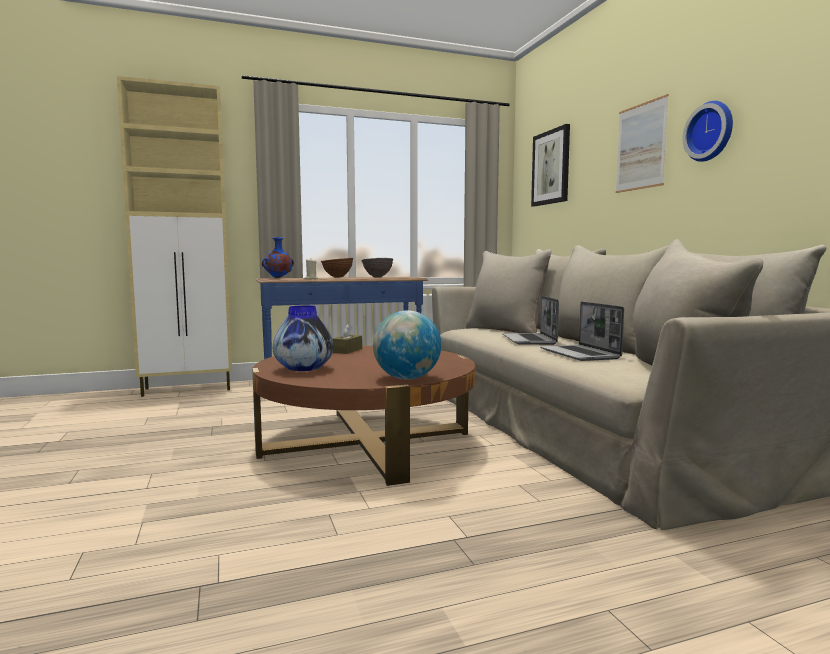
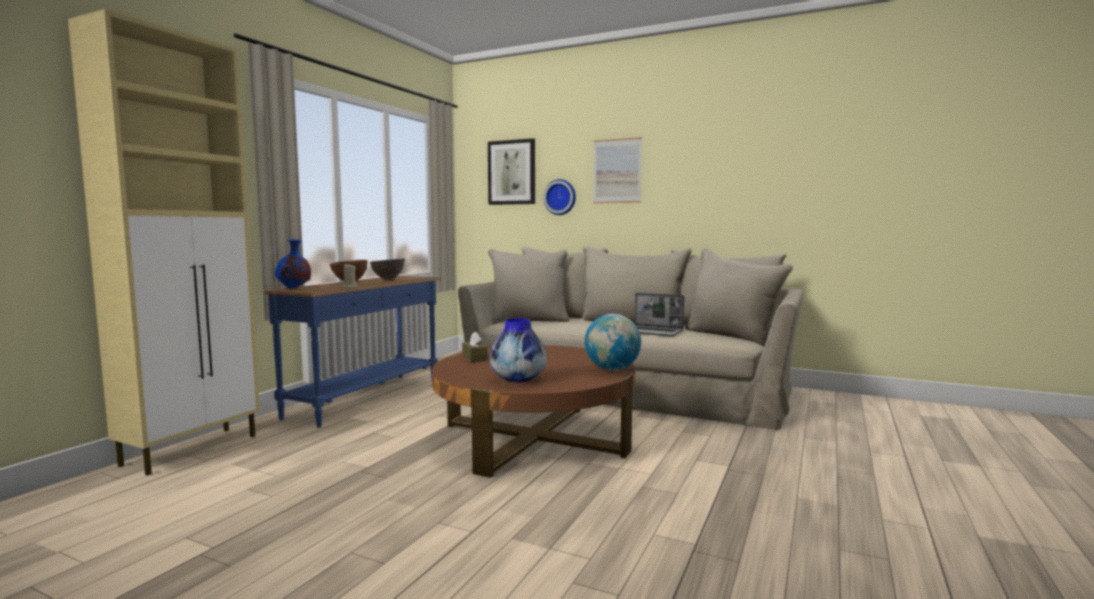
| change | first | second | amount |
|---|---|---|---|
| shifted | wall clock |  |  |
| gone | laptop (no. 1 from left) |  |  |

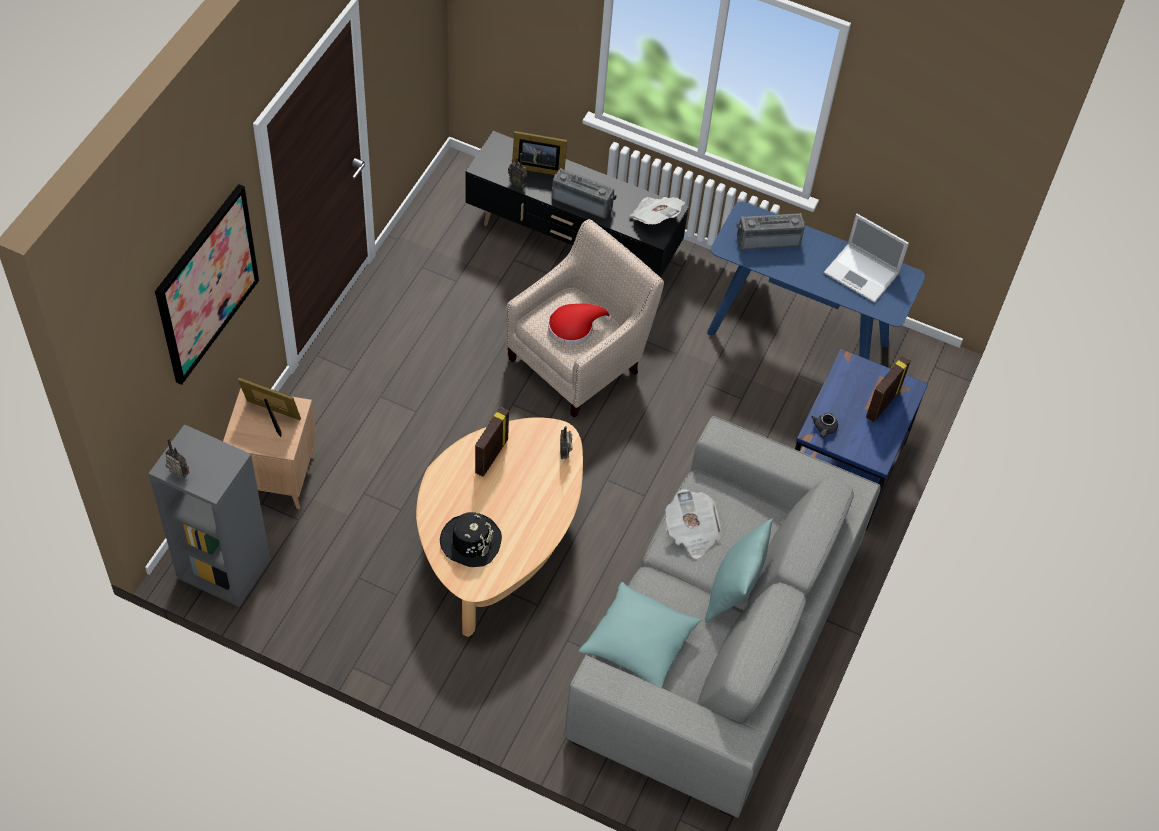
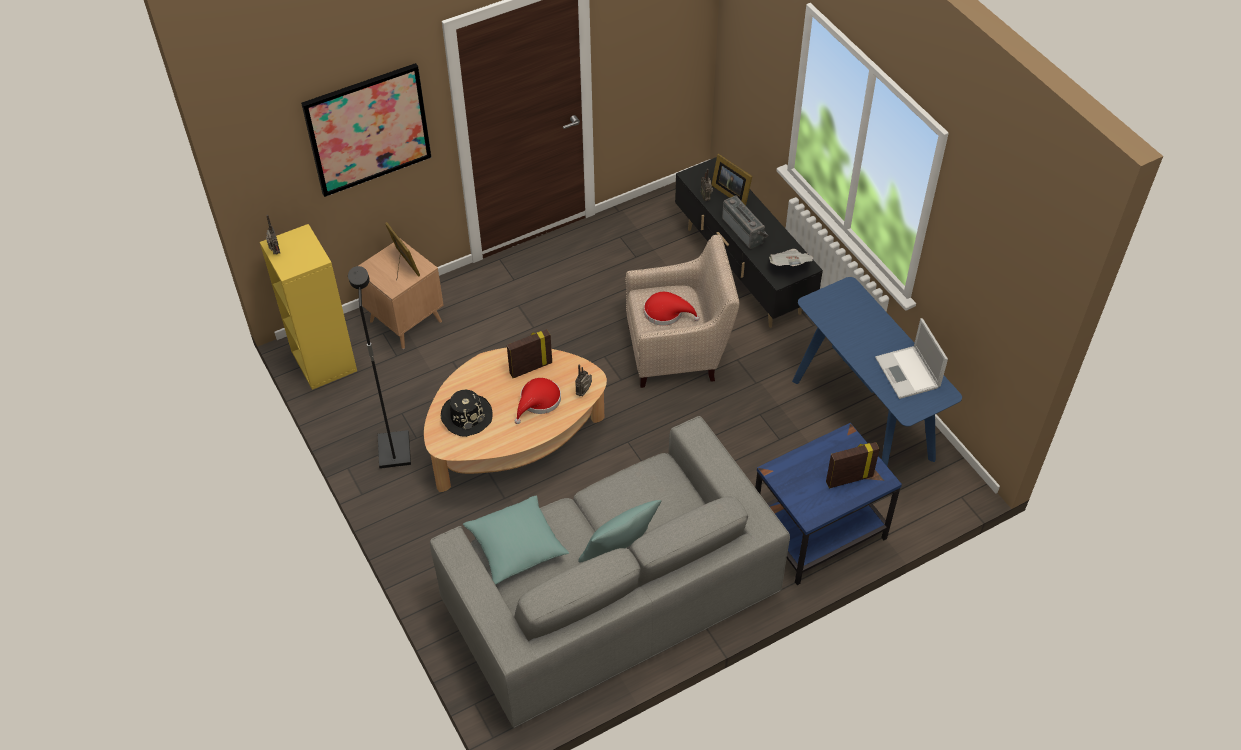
| change | first | second | amount |
|---|---|---|---|
| repainted | grey bookcase | yellow bookcase |  |
| new |  | black floor lamp |  |
| new |  | red hat (no. 1 from left) |  |
| gone | newspaper (no. 2 from left) |  |  |
| gone | radio (no. 5 from left) |  |  |
| gone | grey teapot |  |  |

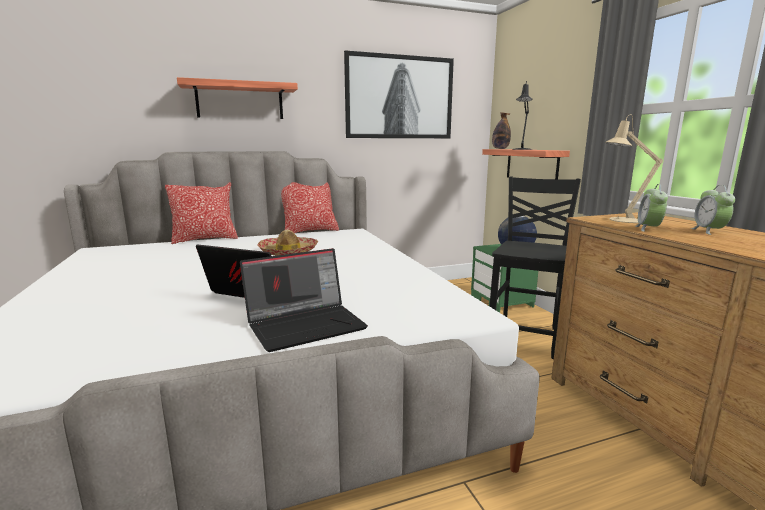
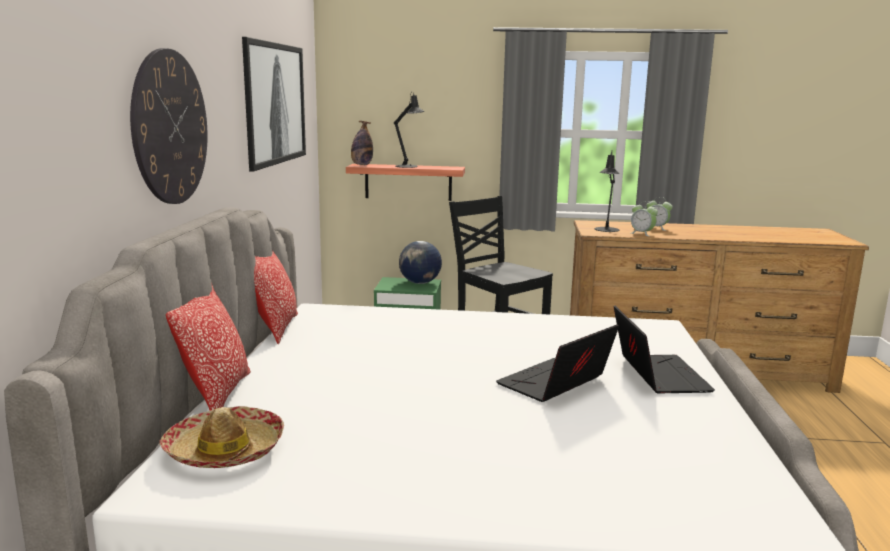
| change | first | second | amount |
|---|---|---|---|
| swapped | shelf (no. 1 from left) | wall clock |  |
| shifted | hat |  |  |
| repainted | beige table lamp | black table lamp (no. 2 from left) |  |

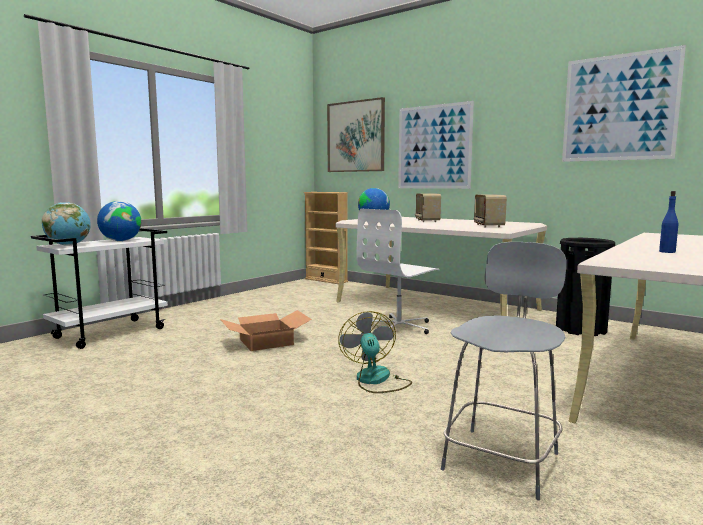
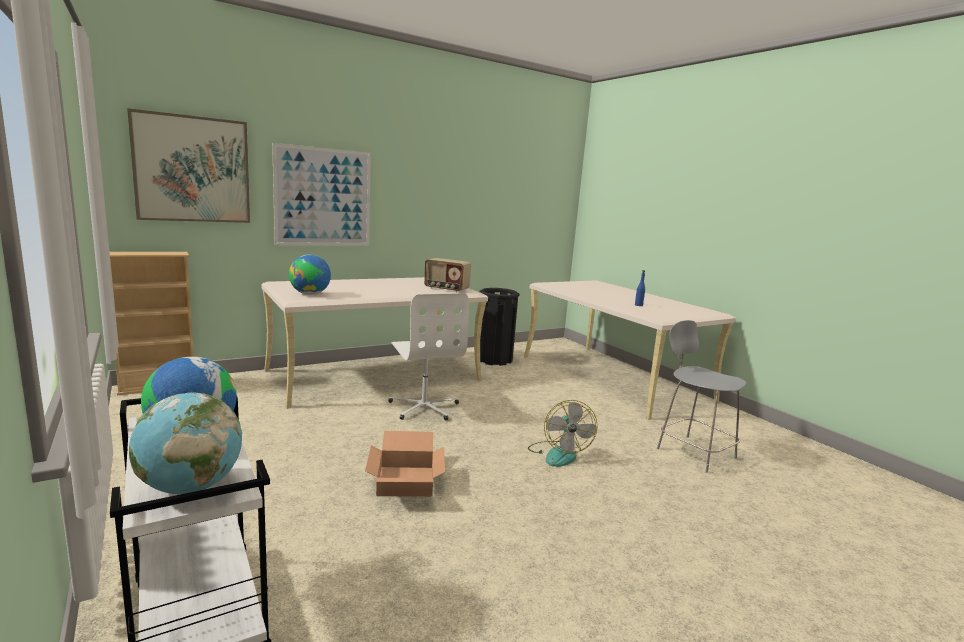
| change | first | second | amount |
|---|---|---|---|
| rotated | fan |  | 105 degrees counterclockwise |
| gone | radio (no. 1 from left) |  |  |
| gone | picture (no. 3 from left) |  |  |

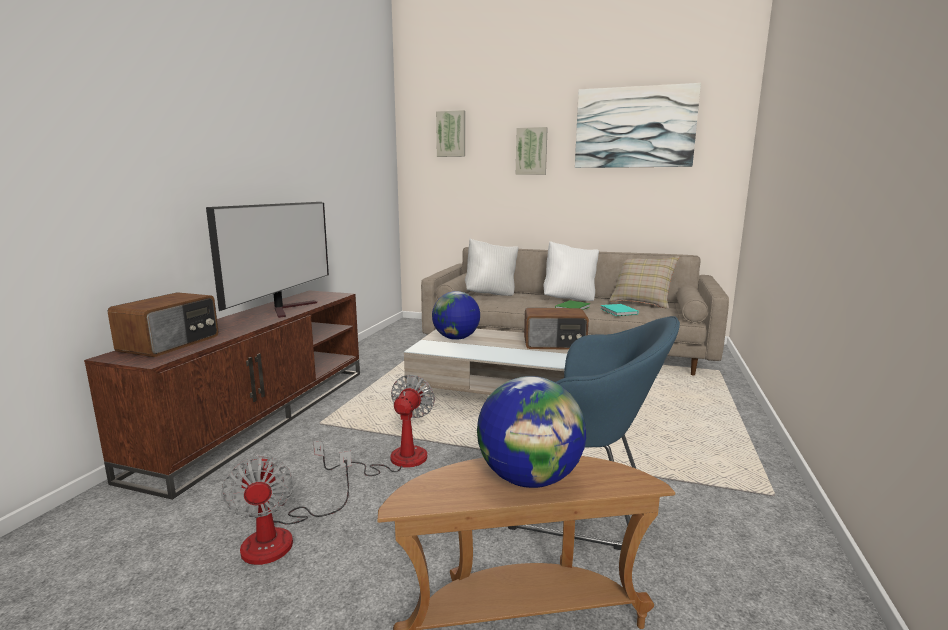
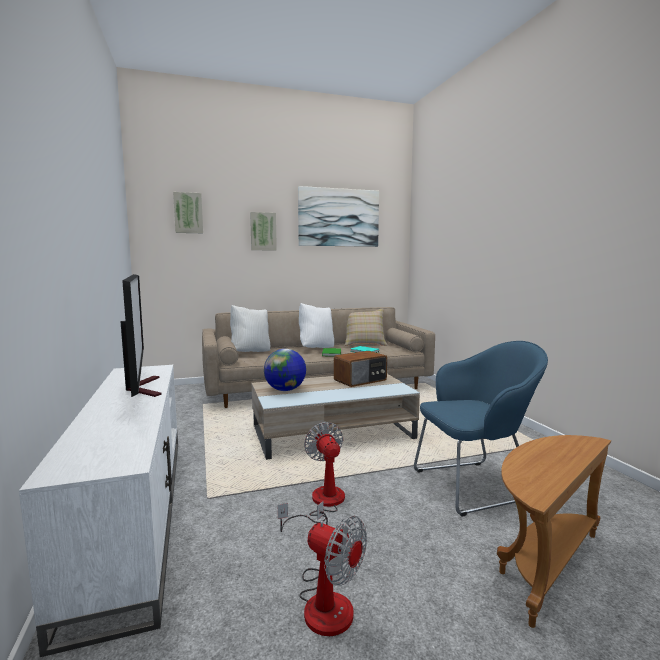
| change | first | second | amount |
|---|---|---|---|
| repainted | brown tv stand | white tv stand |  |
| gone | radio (no. 1 from left) |  |  |
| gone | globe (no. 2 from left) |  |  |

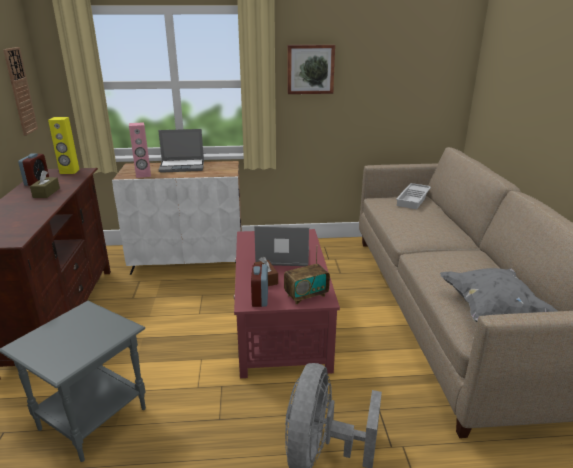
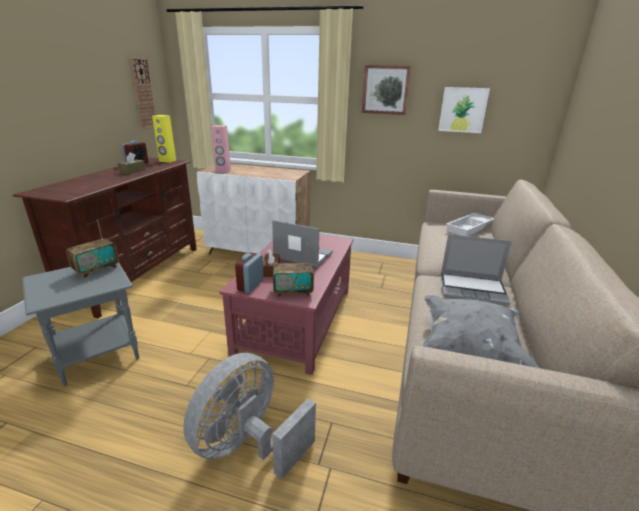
| change | first | second | amount |
|---|---|---|---|
| new |  | radio (no. 1 from left) |  |
| new |  | picture (no. 2 from left) |  |
| shifted | laptop (no. 1 from left in the first image) | laptop (no. 2 from left) |  |

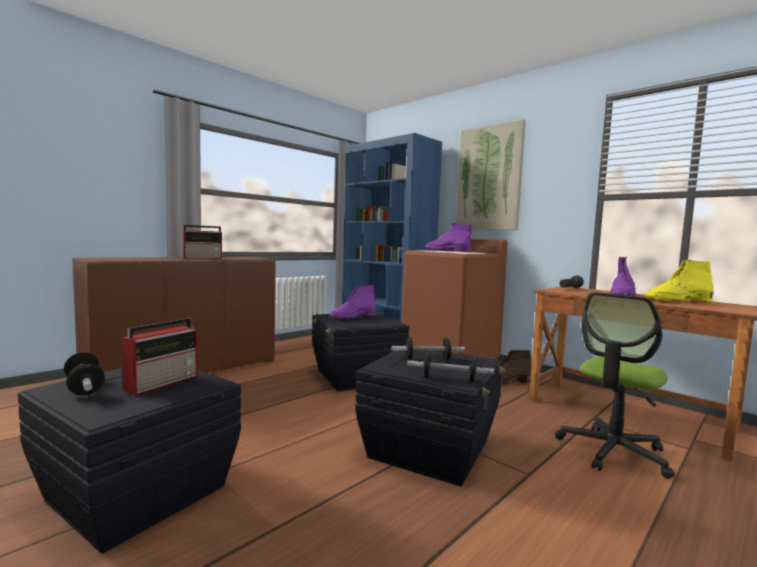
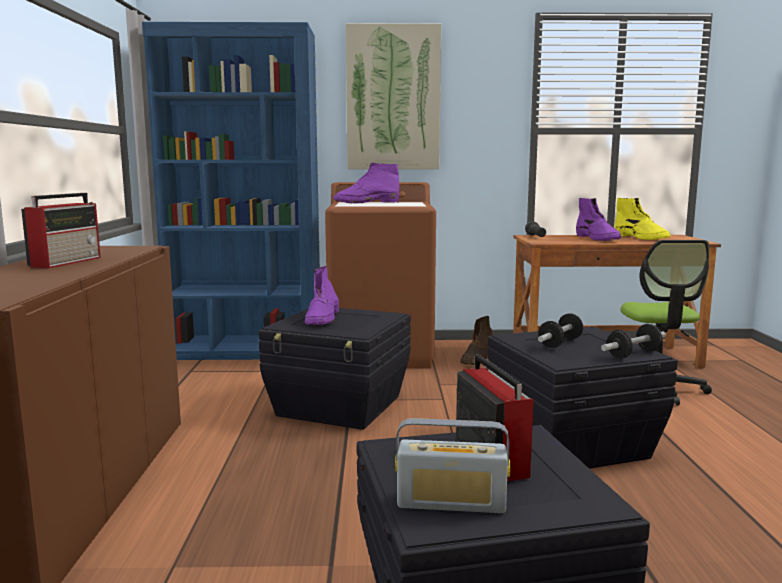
| change | first | second | amount |
|---|---|---|---|
| swapped | dumbbell (no. 1 from left) | radio (no. 2 from left) |  |
| rotated | yellow boot |  | 60 degrees counterclockwise |

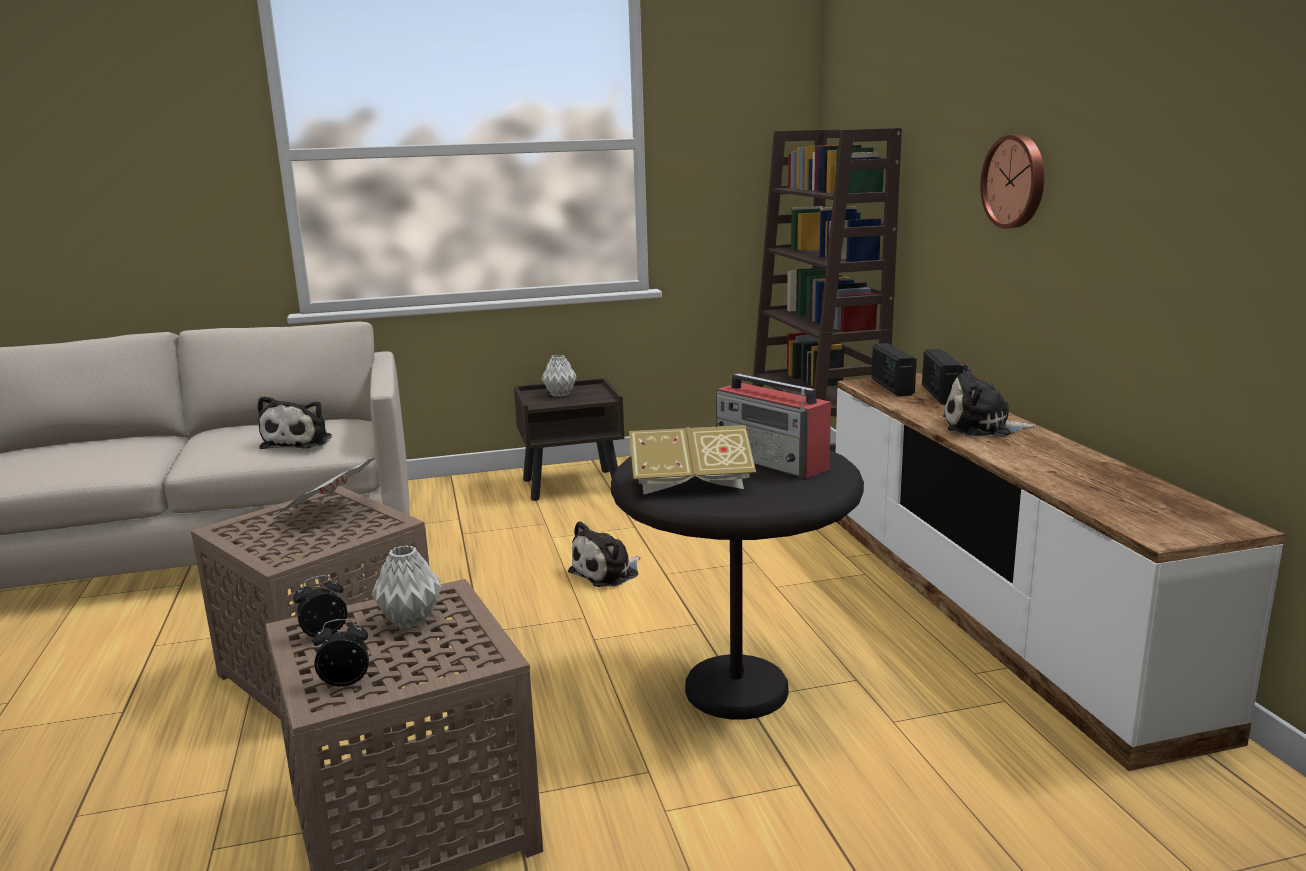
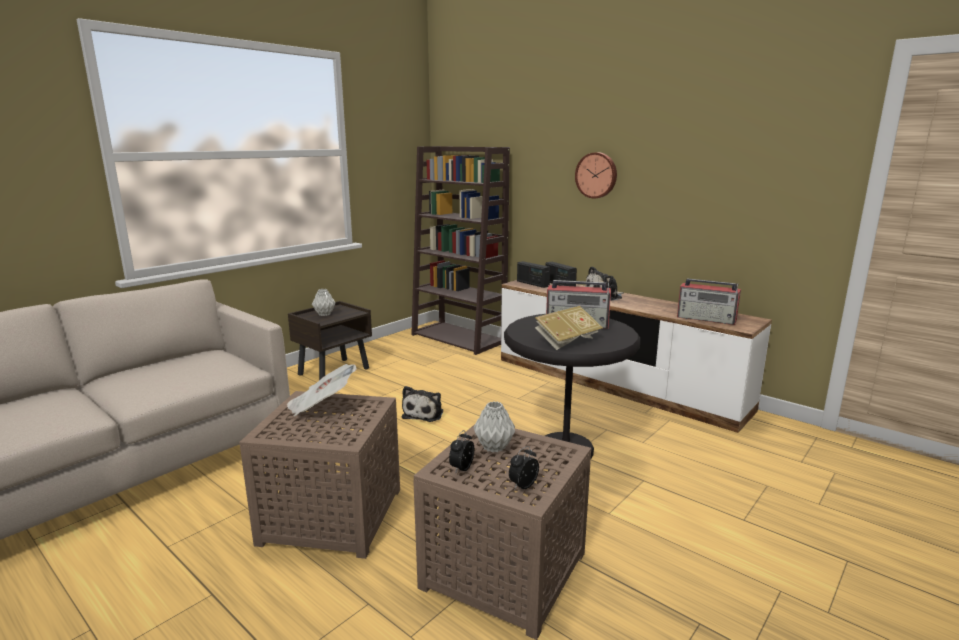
| change | first | second | amount |
|---|---|---|---|
| new |  | radio (no. 4 from left) |  |
| gone | plush toy (no. 1 from left) |  |  |

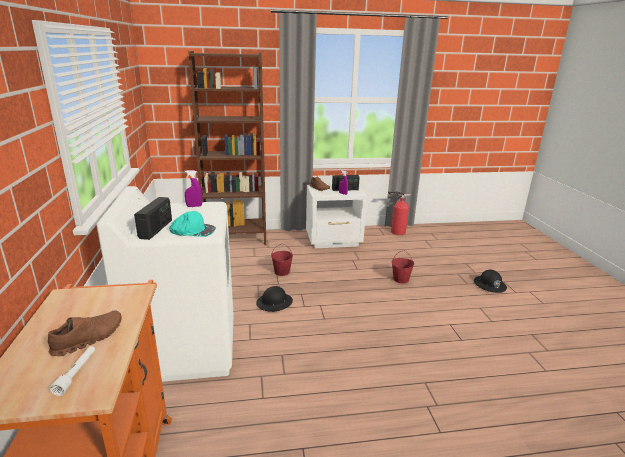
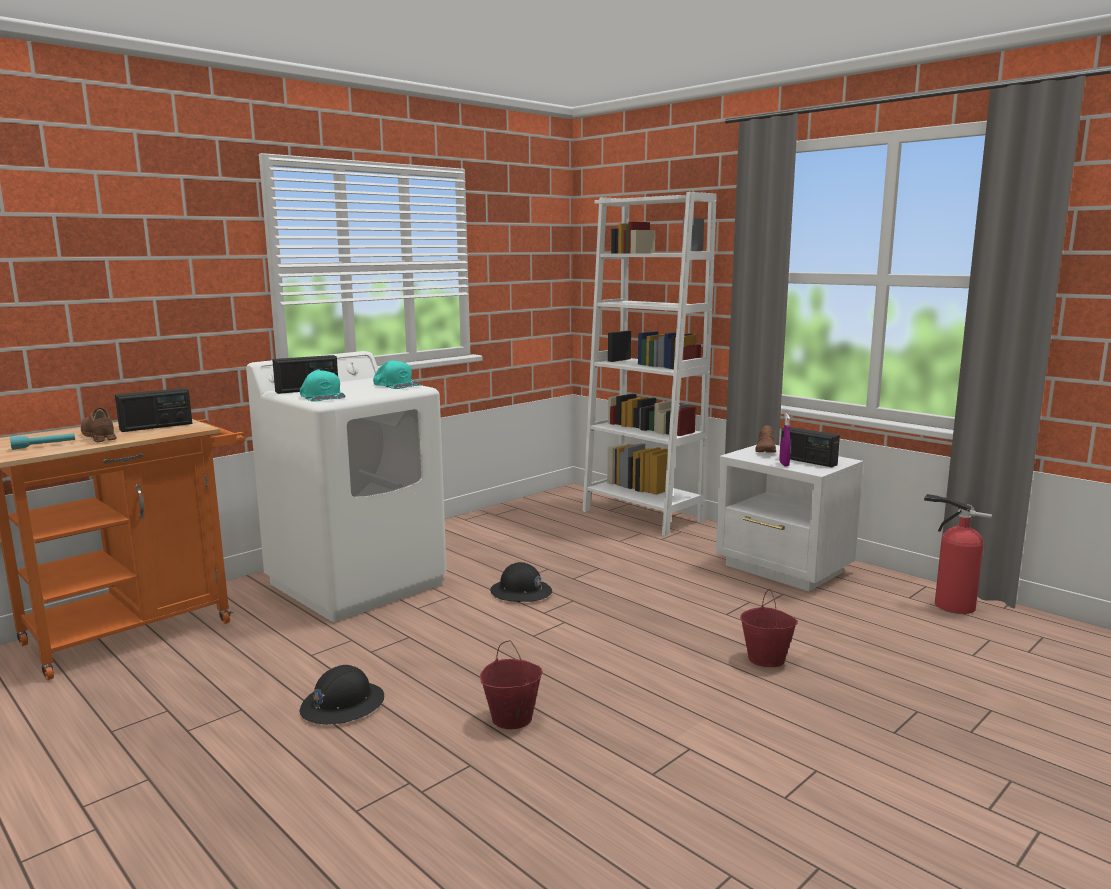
| change | first | second | amount |
|---|---|---|---|
| repainted | white flashlight | turquoise flashlight |  |
| rotated | brown shoe (no. 1 from left) |  | 135 degrees counterclockwise |
| new |  | radio (no. 1 from left) |  |
| shifted | black hard hat (no. 2 from left in the first image) | black hard hat (no. 1 from left) |  |
| swapped | purple spray bottle (no. 1 from left) | turquoise cap (no. 2 from left) |  |
| shifted | red bucket (no. 1 from left) |  |  |
| repainted | brown bookcase | white bookcase |  |

